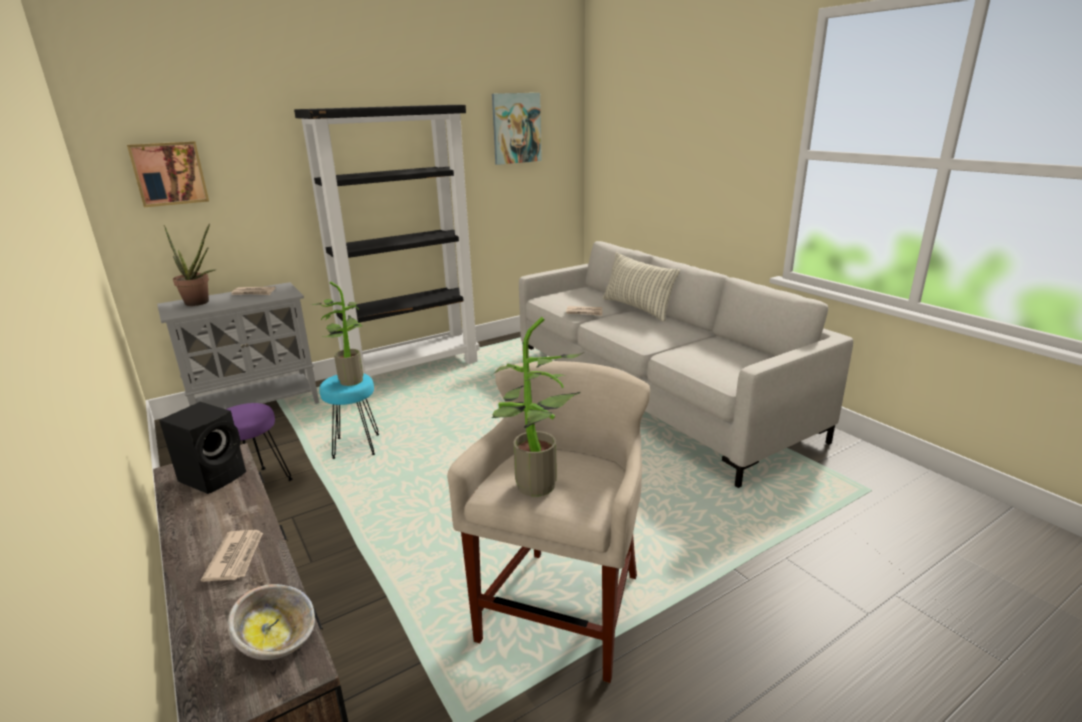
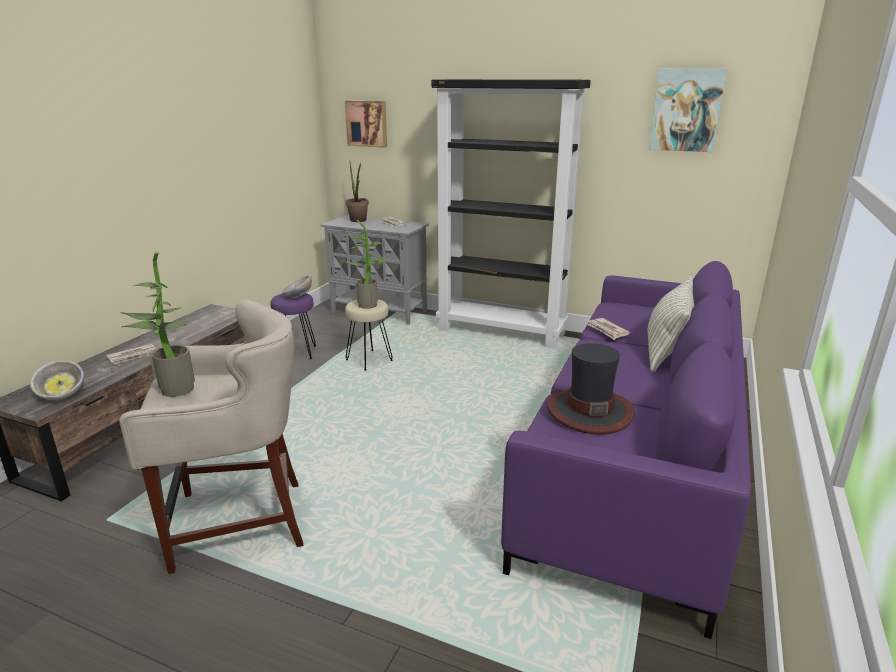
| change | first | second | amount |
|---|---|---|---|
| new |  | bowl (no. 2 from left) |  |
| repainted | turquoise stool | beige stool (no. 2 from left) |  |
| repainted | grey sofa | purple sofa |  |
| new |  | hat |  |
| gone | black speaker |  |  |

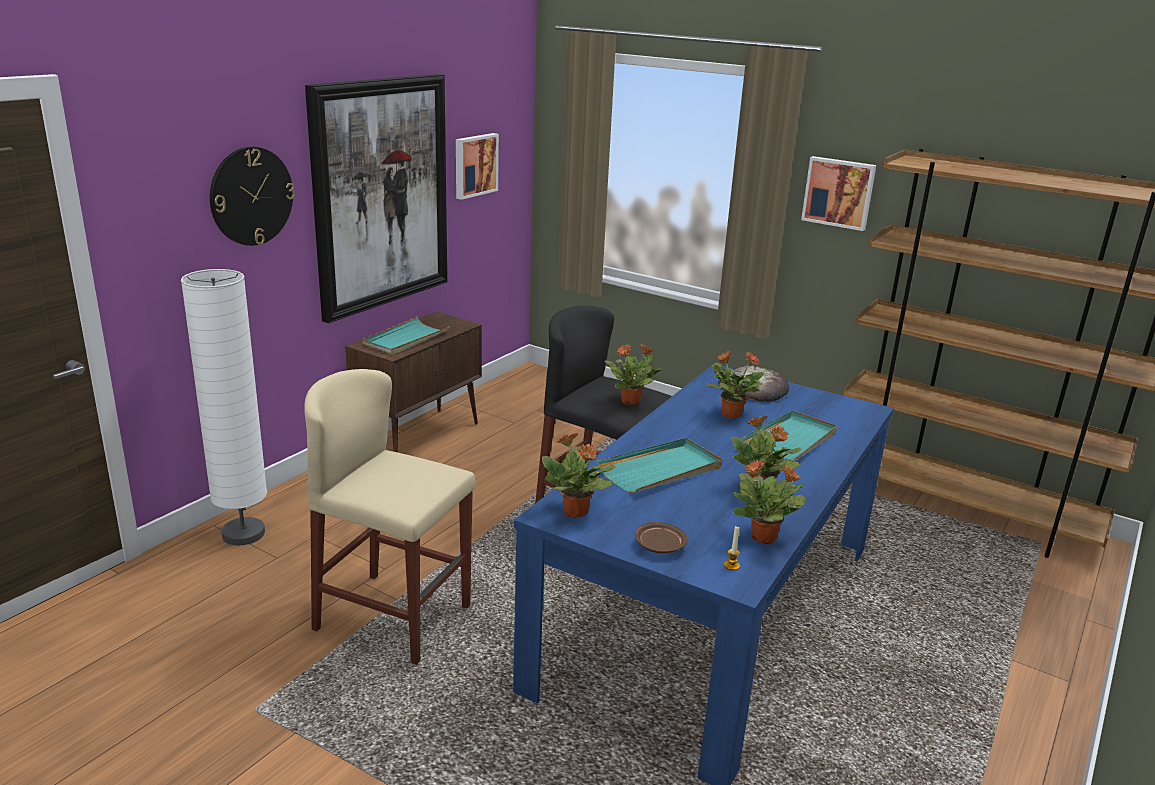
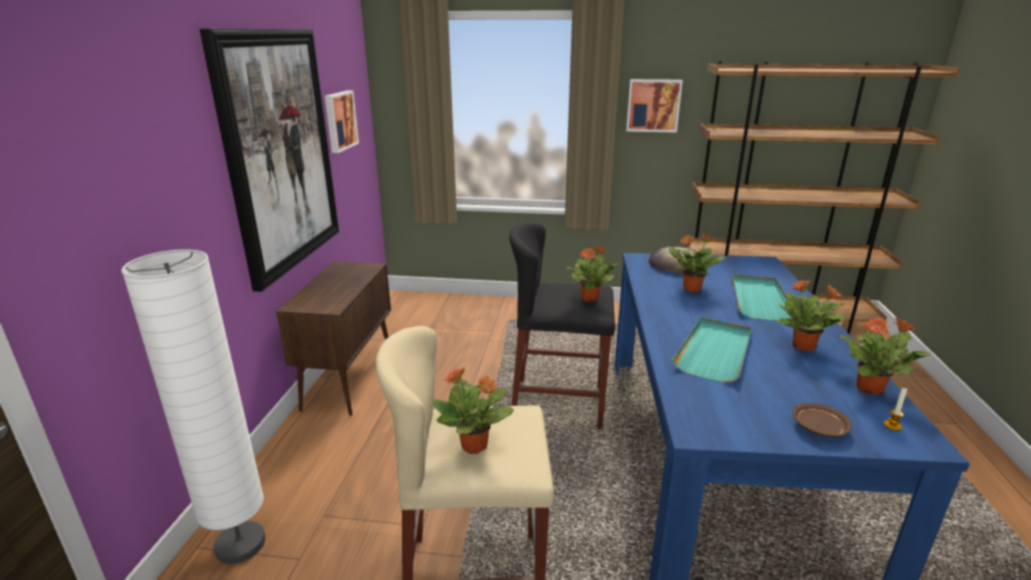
| change | first | second | amount |
|---|---|---|---|
| shifted | potted plant (no. 1 from left) |  |  |
| gone | wall clock |  |  |
| gone | turquoise tray (no. 1 from left) |  |  |

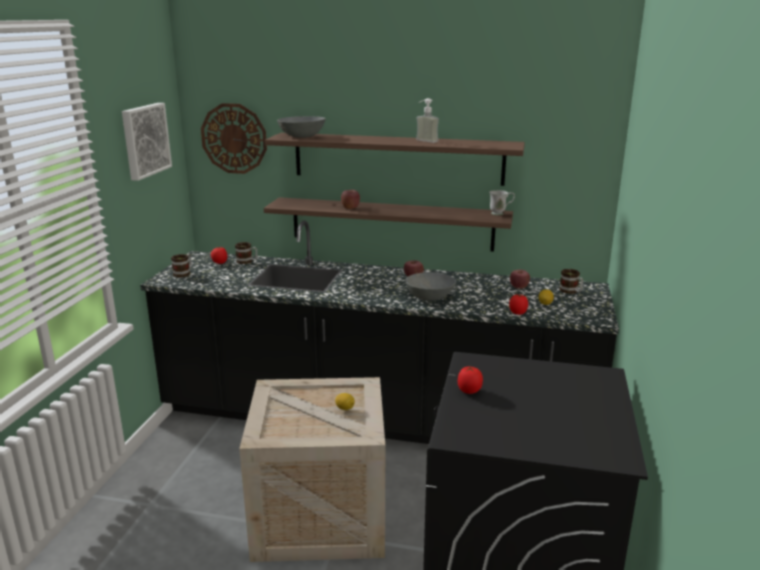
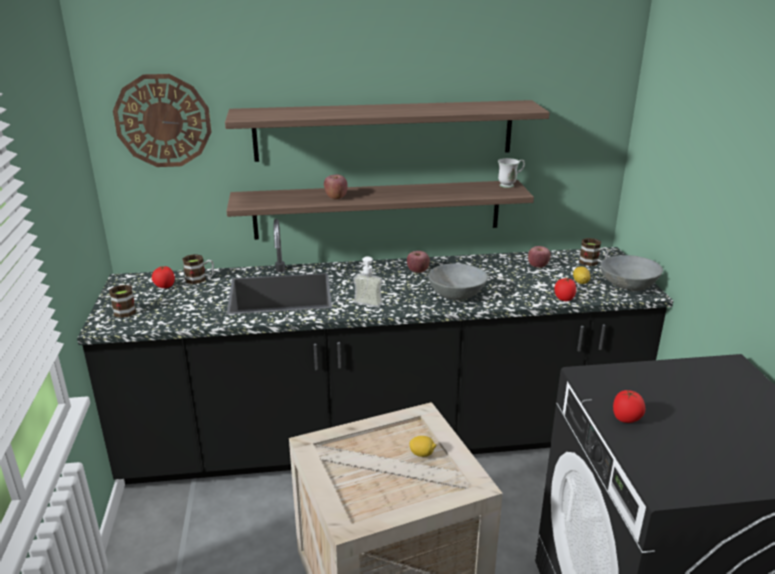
| change | first | second | amount |
|---|---|---|---|
| shifted | soap dispenser |  |  |
| shifted | grey bowl (no. 1 from left in the first image) | grey bowl (no. 2 from left) |  |
| gone | picture |  |  |

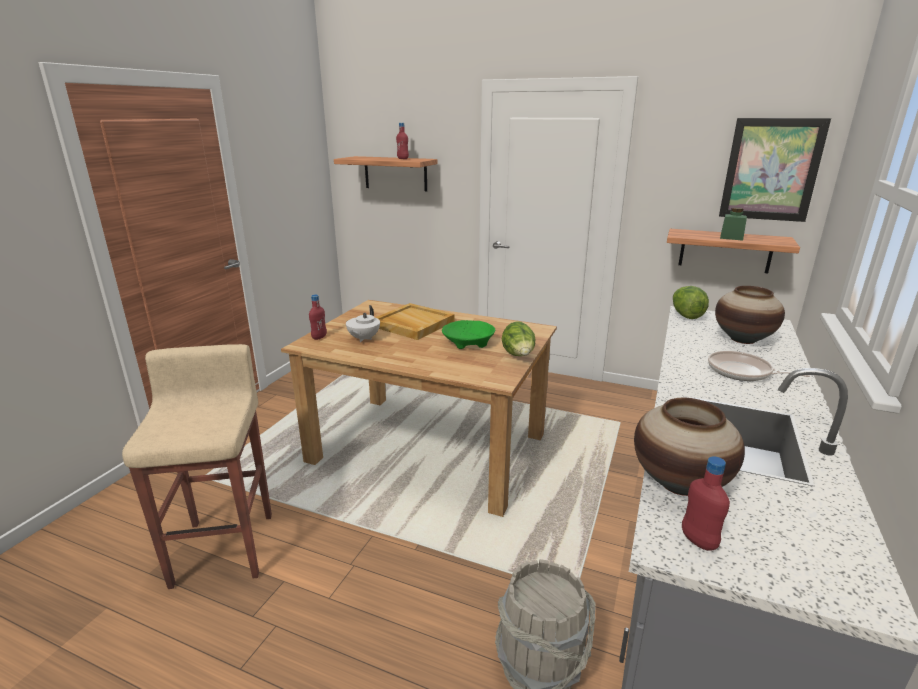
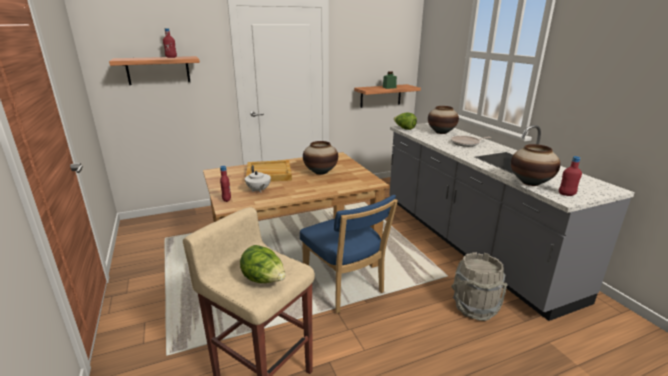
| change | first | second | amount |
|---|---|---|---|
| shifted | lettuce (no. 1 from left) |  |  |
| new |  | blue chair |  |
| swapped | green bowl | vase (no. 1 from left) |  |
| gone | picture |  |  |

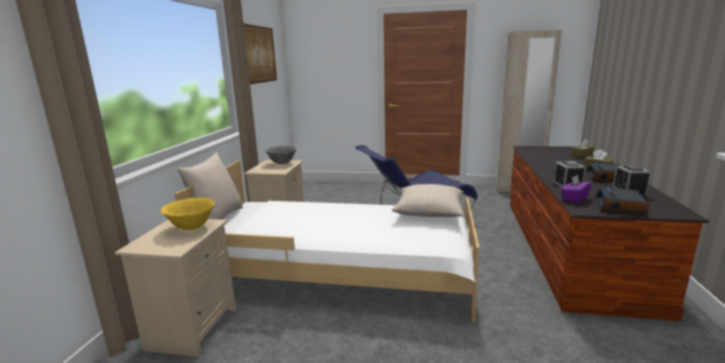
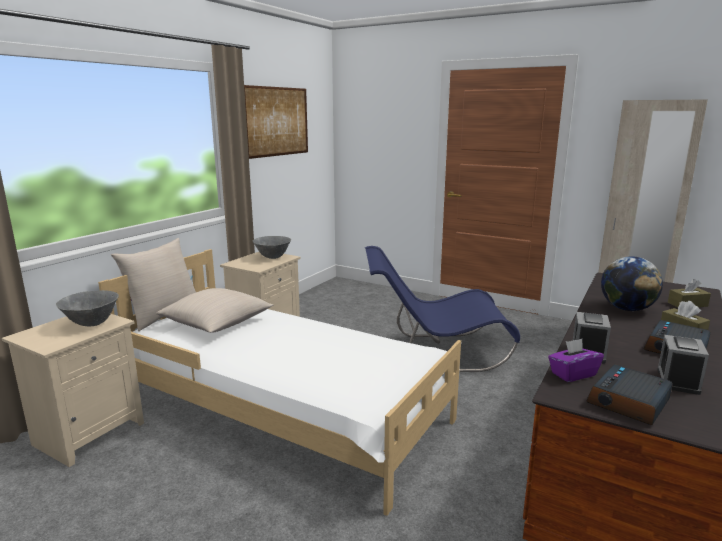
| change | first | second | amount |
|---|---|---|---|
| repainted | yellow bowl | grey bowl (no. 1 from left) |  |
| shifted | beige pillow (no. 2 from left) |  |  |
| new |  | globe |  |

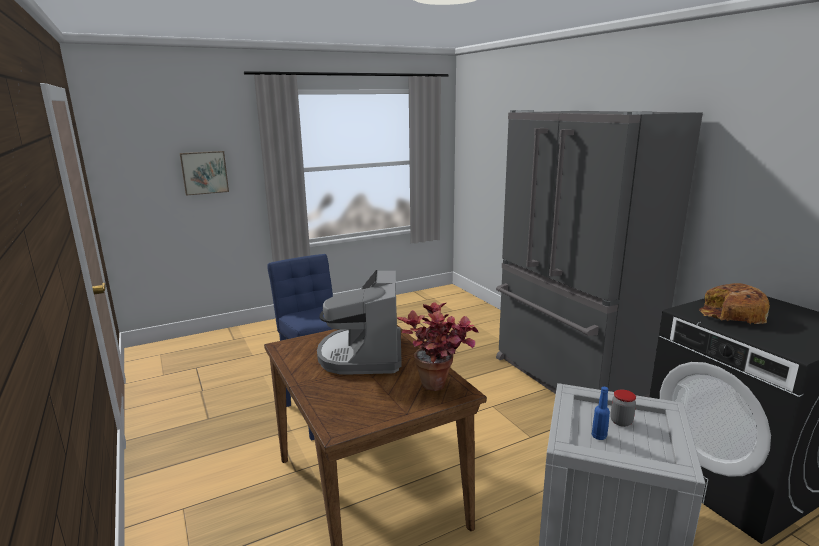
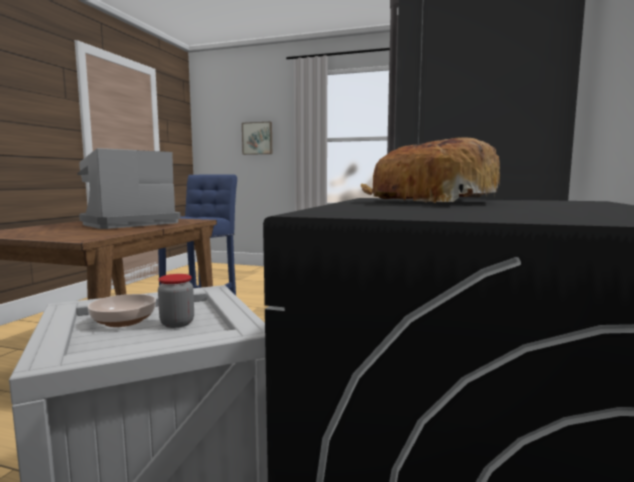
| change | first | second | amount |
|---|---|---|---|
| swapped | blue bottle | bowl |  |
| gone | potted plant |  |  |

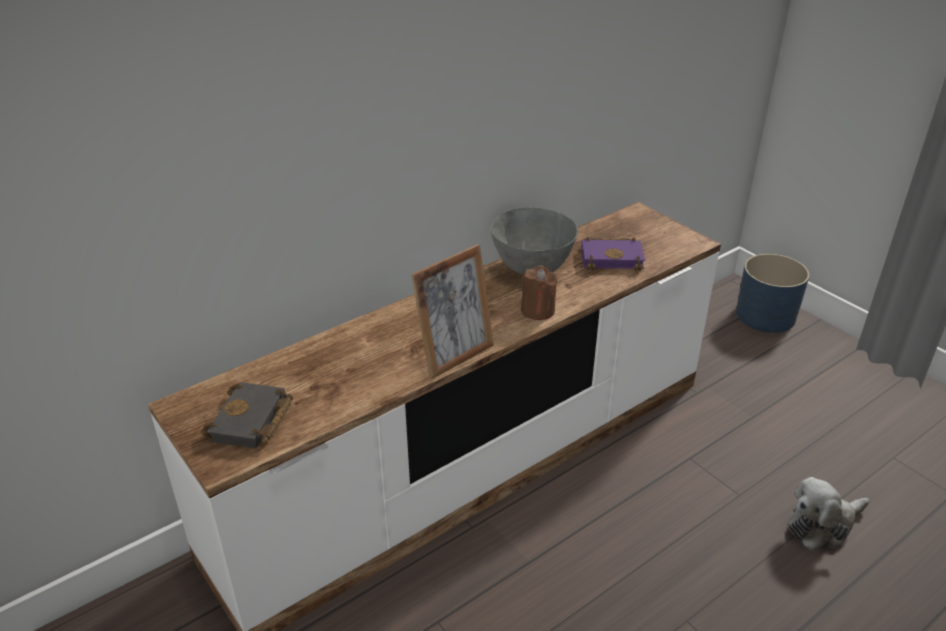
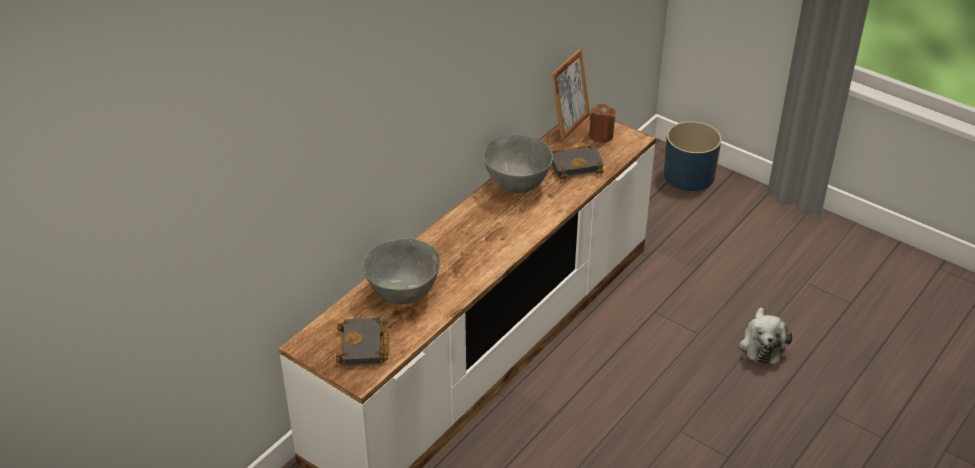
| change | first | second | amount |
|---|---|---|---|
| new |  | grey bowl (no. 1 from left) |  |
| shifted | picture frame |  |  |
| repainted | purple book | black book (no. 2 from left) |  |
| shifted | brown candle |  |  |
| rotated | plush toy |  | 45 degrees counterclockwise |

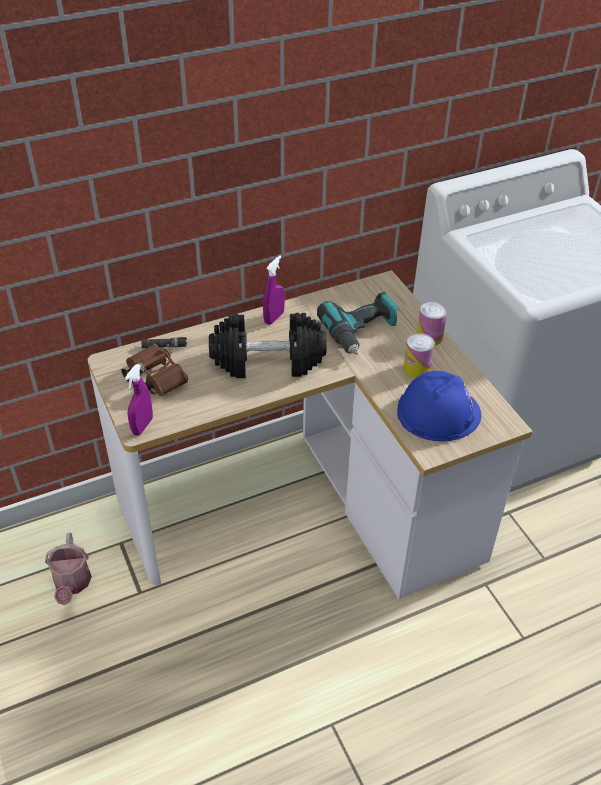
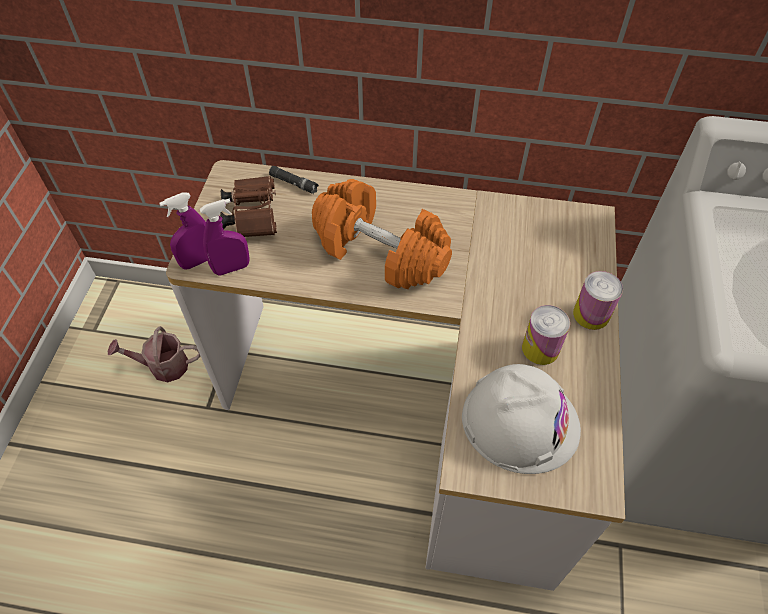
| change | first | second | amount |
|---|---|---|---|
| rotated | watering can |  | 60 degrees clockwise |
| shifted | purple spray bottle (no. 2 from left) |  |  |
| repainted | black dumbbell | orange dumbbell |  |
| repainted | blue hard hat | white hard hat |  |
| gone | power drill |  |  |

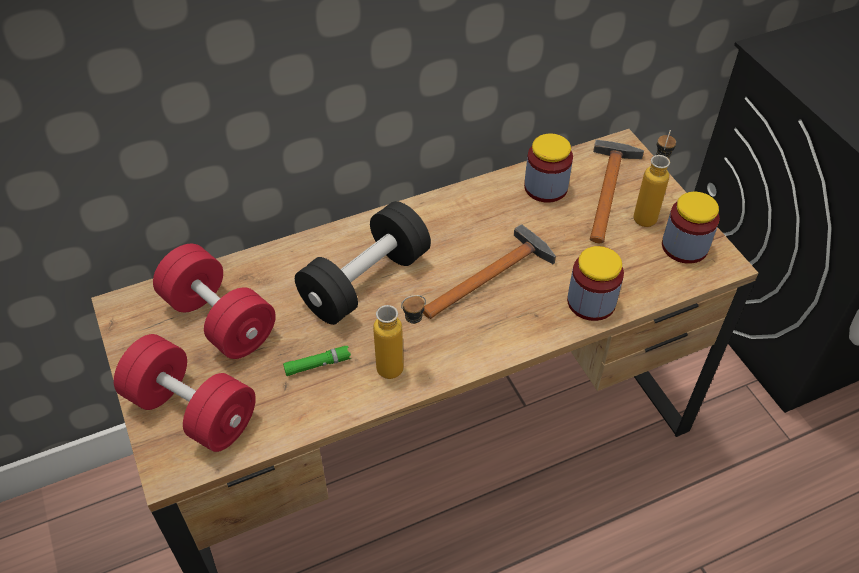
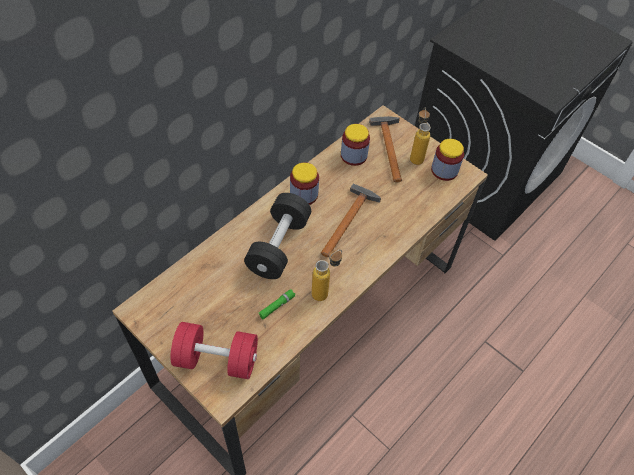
| change | first | second | amount |
|---|---|---|---|
| shifted | jar (no. 2 from left in the first image) | jar (no. 1 from left) |  |
| gone | red dumbbell (no. 2 from left) |  |  |

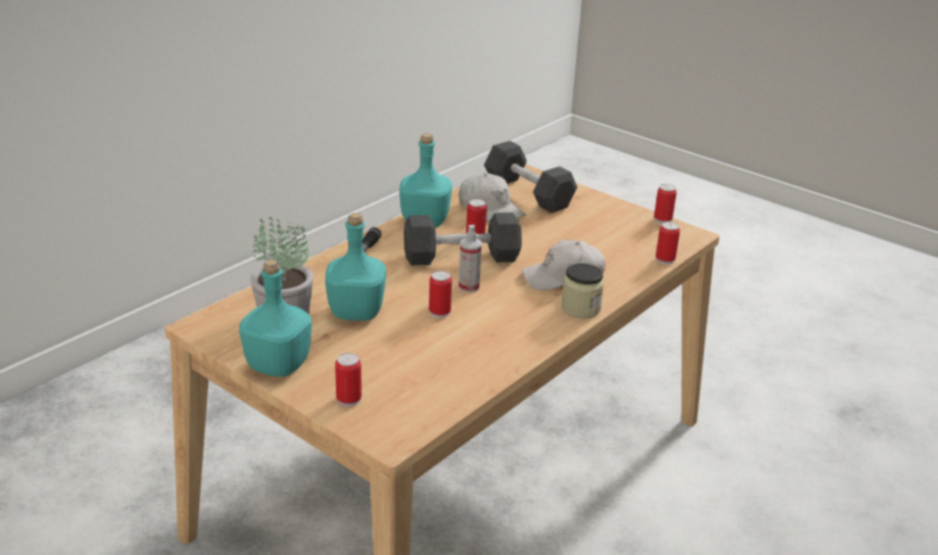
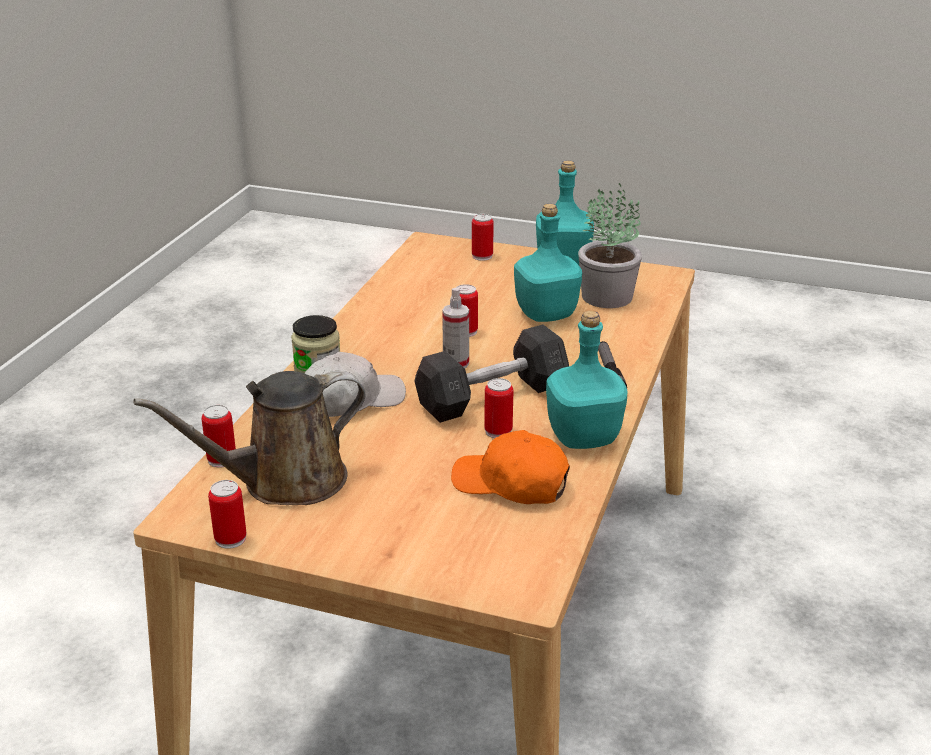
| change | first | second | amount |
|---|---|---|---|
| new |  | brown watering can |  |
| repainted | white cap (no. 1 from left) | orange cap |  |
| gone | grey dumbbell (no. 2 from left) |  |  |

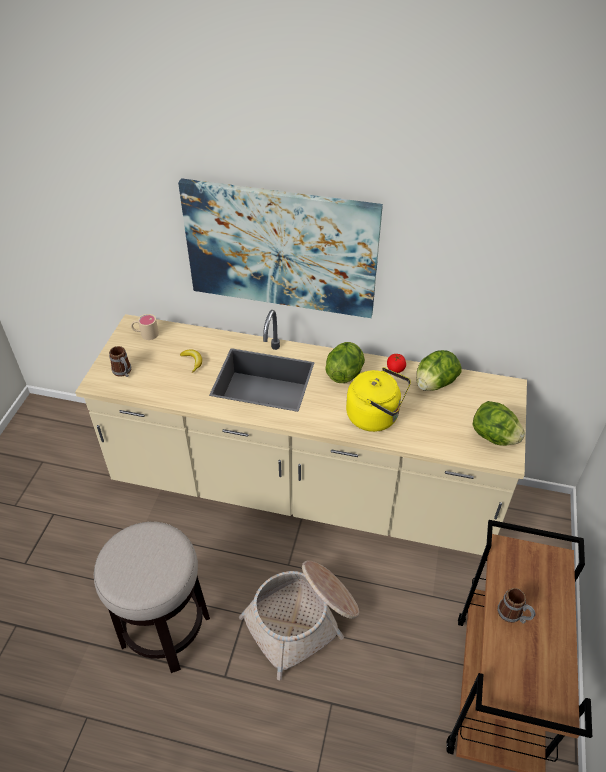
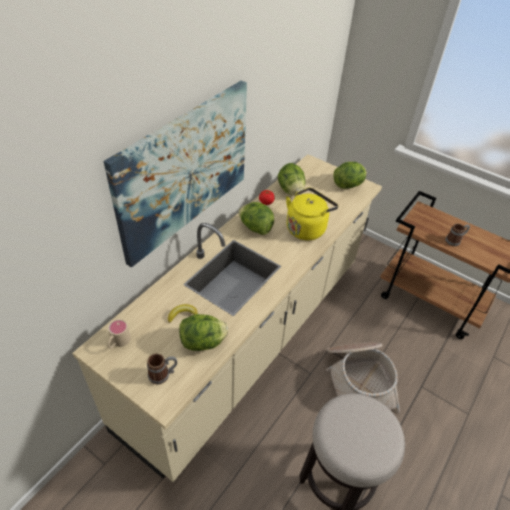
| change | first | second | amount |
|---|---|---|---|
| new |  | lettuce (no. 1 from left) |  |

